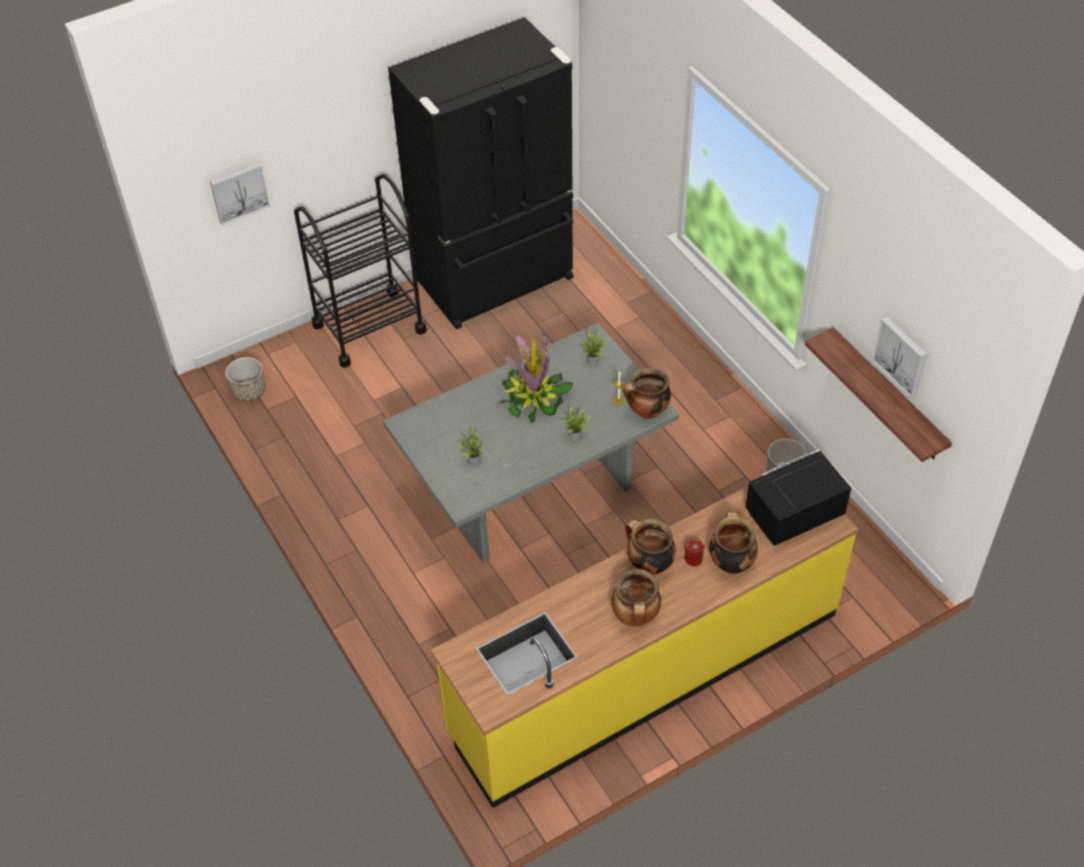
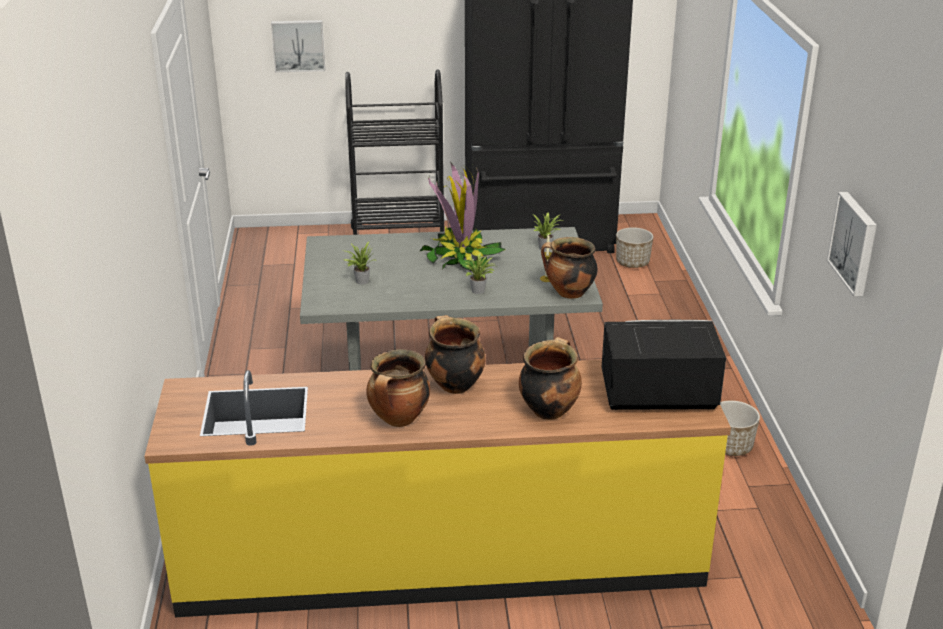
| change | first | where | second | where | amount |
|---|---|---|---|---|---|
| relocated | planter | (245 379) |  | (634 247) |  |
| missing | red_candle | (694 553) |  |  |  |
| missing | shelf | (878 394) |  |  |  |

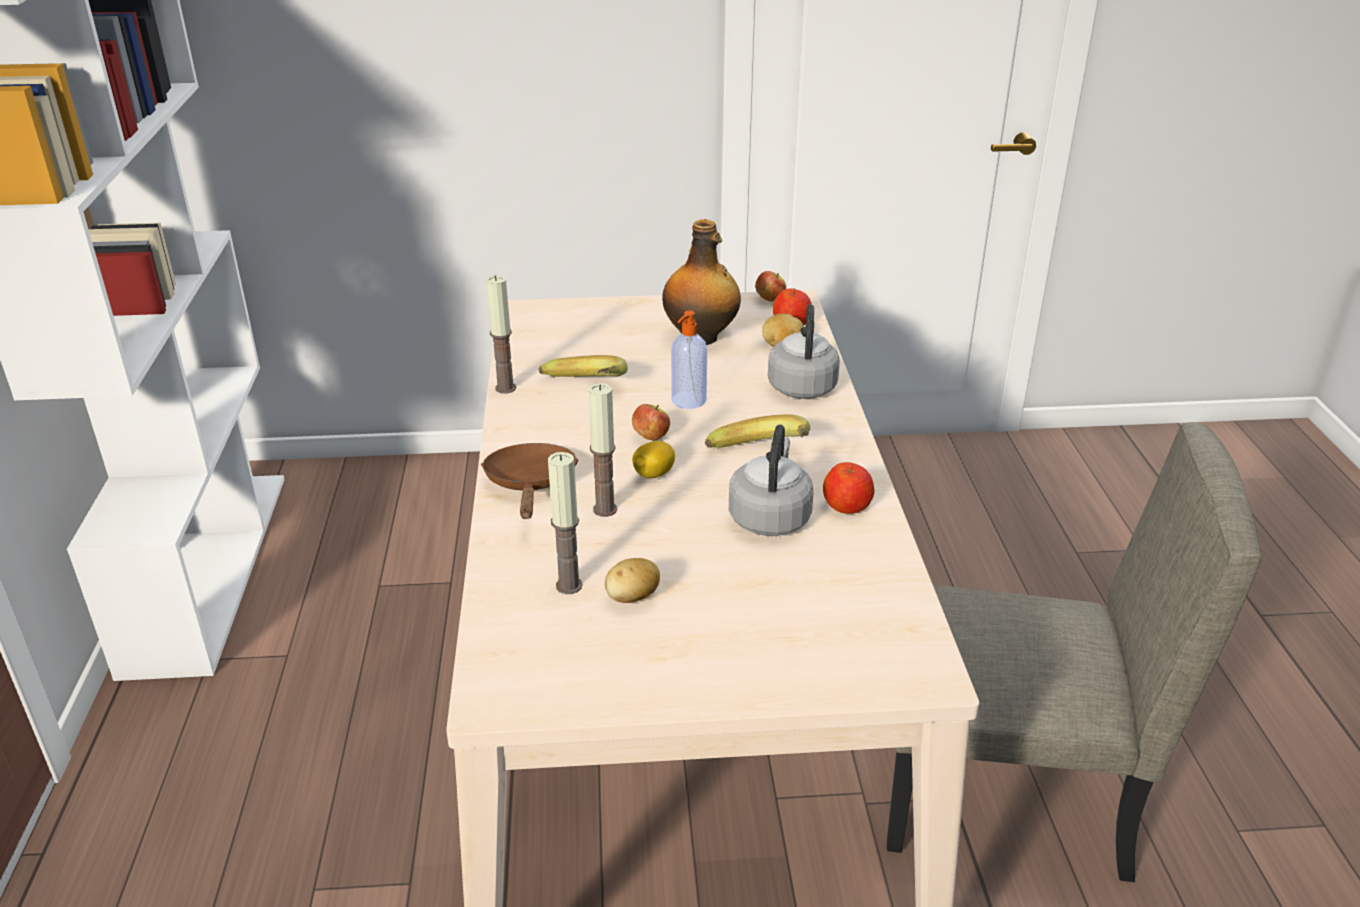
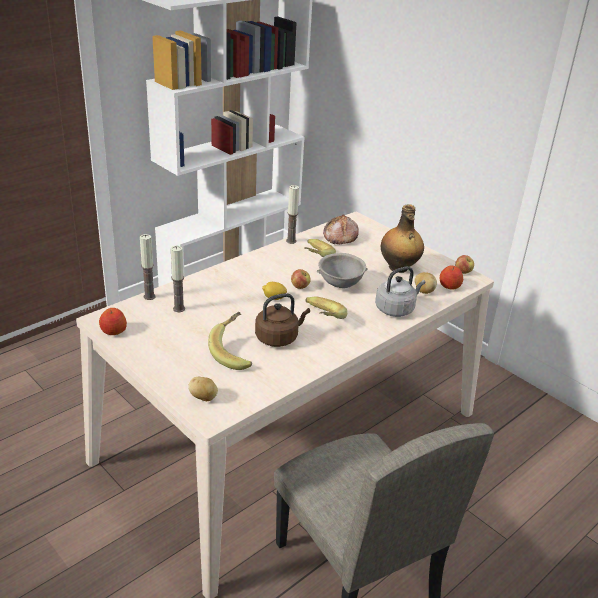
| change | first | where | second | where | amount |
|---|---|---|---|---|---|
| missing | brown_frying_pan | (530 481) |  |  |  |
| relocated | candle | (602 450) |  | (148 267) |  |
| relocated | potato | (632 580) |  | (203 389) |  |
| exchanged | soap_dispenser | (689 359) | grey_bowl | (342 270) |  |
| colour | grey_kettle | (771 480) | brown_kettle | (282 320) |  |
| relocated | apple | (848 488) |  | (113 321) |  |
| appeared |  |  | banana | (230 341) |  |
| appeared |  |  | bread | (341 229) |  |

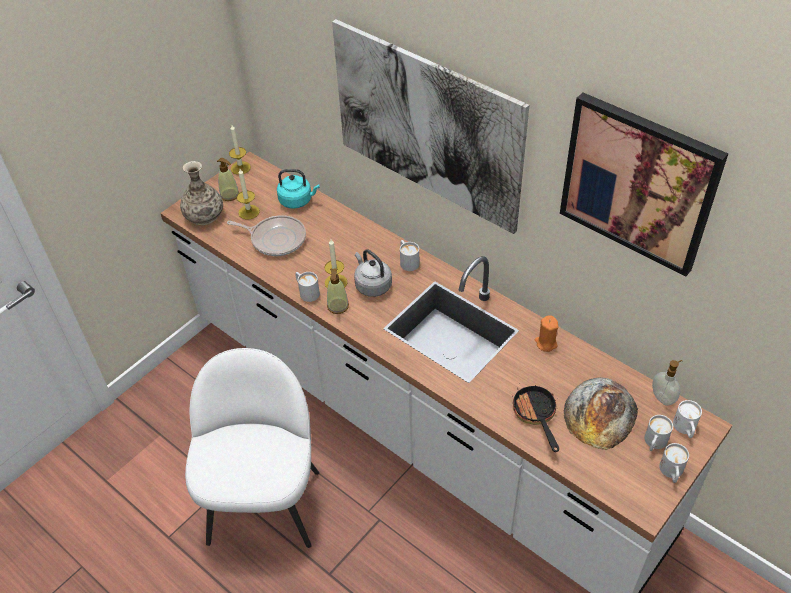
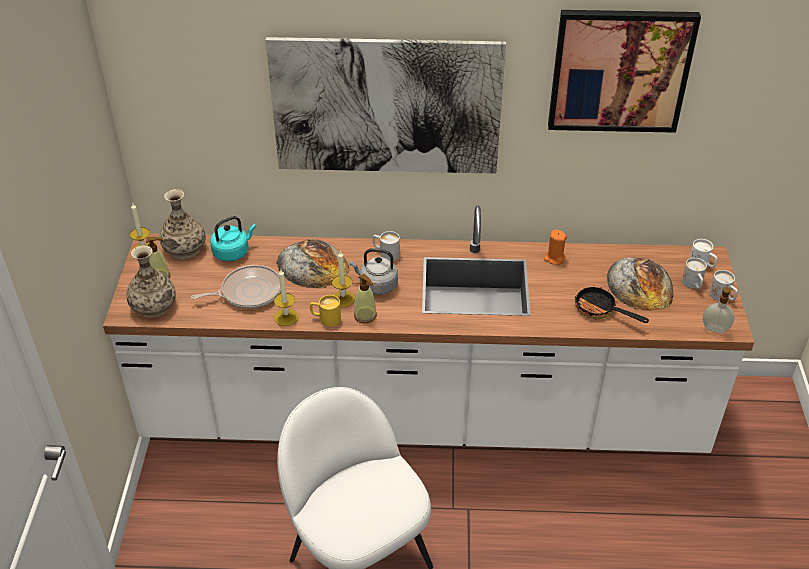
| change | first | where | second | where | amount |
|---|---|---|---|---|---|
| relocated | candle | (248 194) |  | (286 297) |  |
| colour | white_mug | (307 287) | yellow_mug | (325 311) |  |
| relocated | soap_dispenser | (667 383) |  | (718 309) |  |
| appeared |  |  | vase | (183 224) |  |
| appeared |  |  | bread | (312 263) |  |

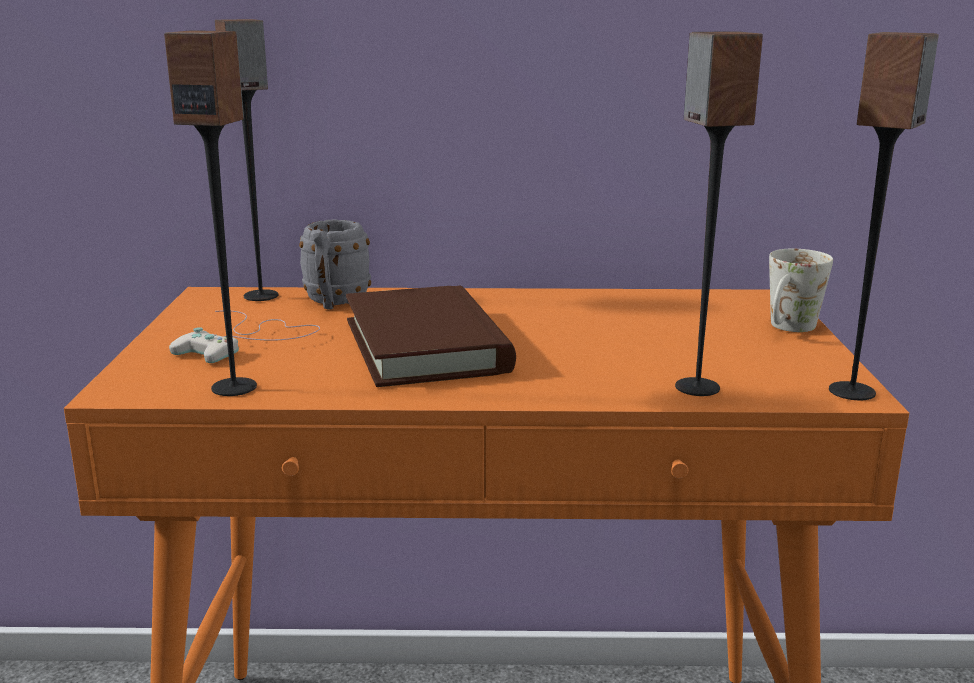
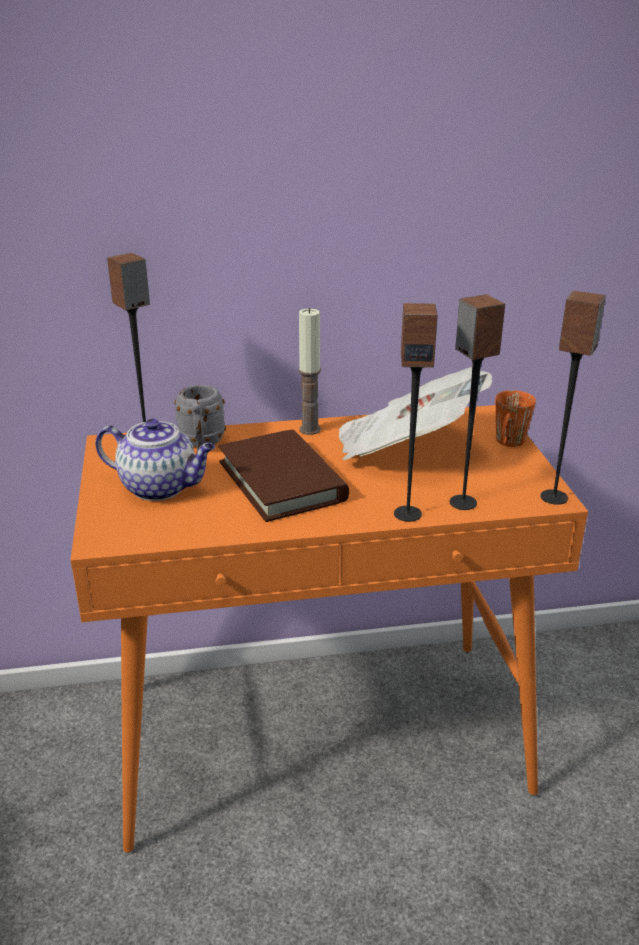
| change | first | where | second | where | amount |
|---|---|---|---|---|---|
| relocated | speaker | (210 213) |  | (416 412) |  |
| exchanged | white_game_controller | (244 337) | teapot | (155 460) |  |
| colour | white_mug | (801 290) | orange_mug | (515 418) |  |
| appeared |  |  | candle | (309 371) |  |
| appeared |  |  | newspaper | (416 413) |  |

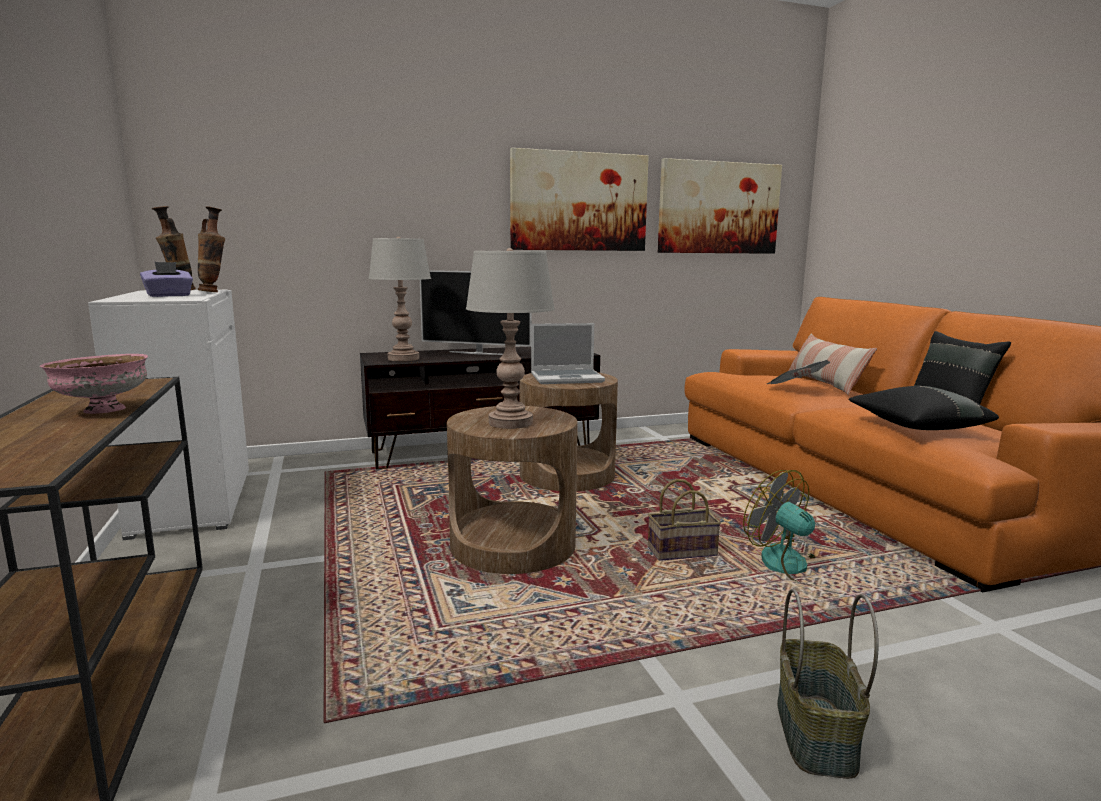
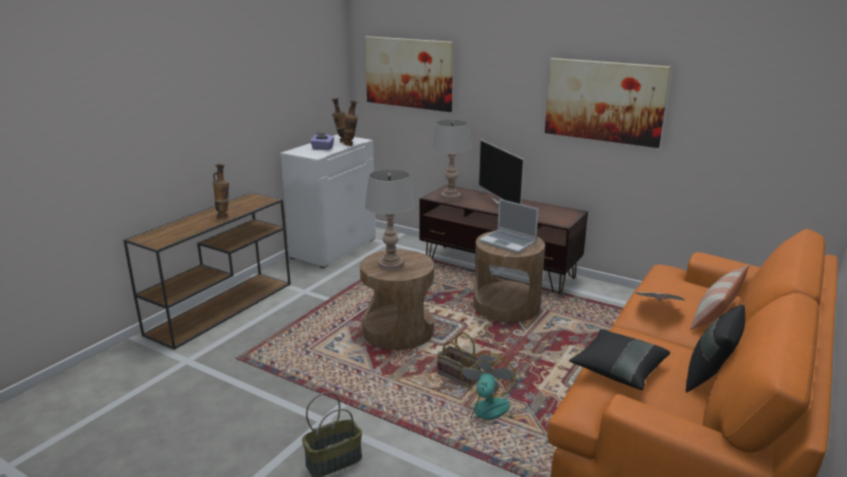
| change | first | where | second | where | amount |
|---|---|---|---|---|---|
| exchanged | pink_bowl | (94 384) | vase | (221 191) |  |
| relocated | picture | (720 206) |  | (409 74) |  |

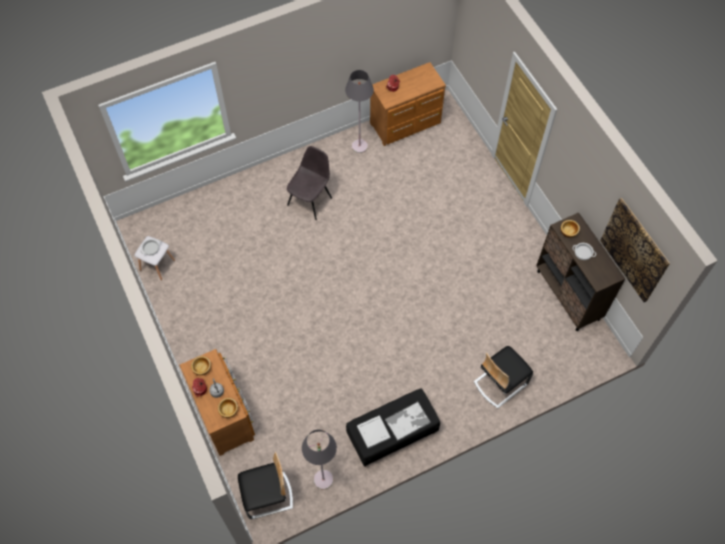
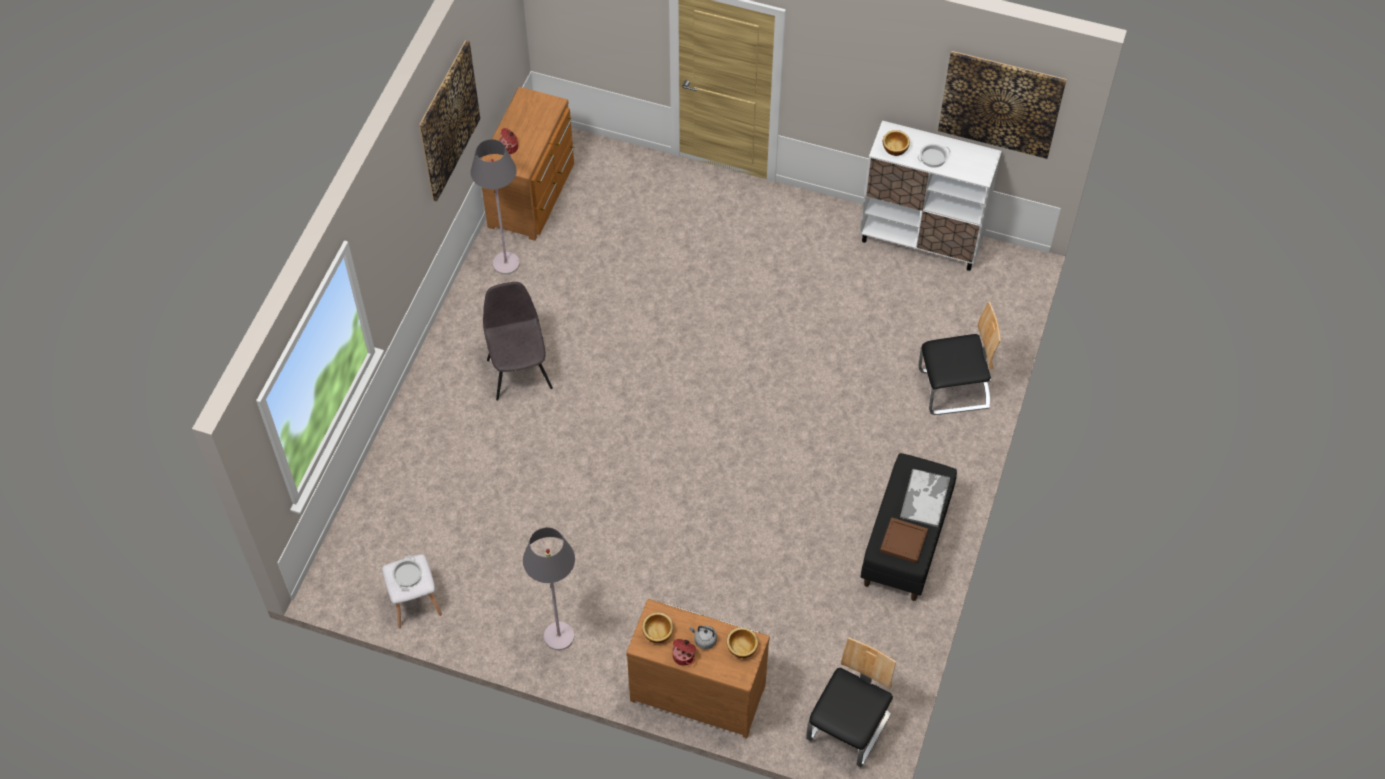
| change | first | where | second | where | amount |
|---|---|---|---|---|---|
| relocated | grey_floor_lamp | (319 459) |  | (549 588) |  |
| colour | white_tray | (374 431) | brown_tray | (904 540) |  |
| spun | chair | (503 377) |  | (960 358) | 105 degrees counterclockwise |
| colour | brown_cabinet | (580 271) | white_cabinet | (931 195) |  |
| appeared |  |  | picture | (449 120) |  |

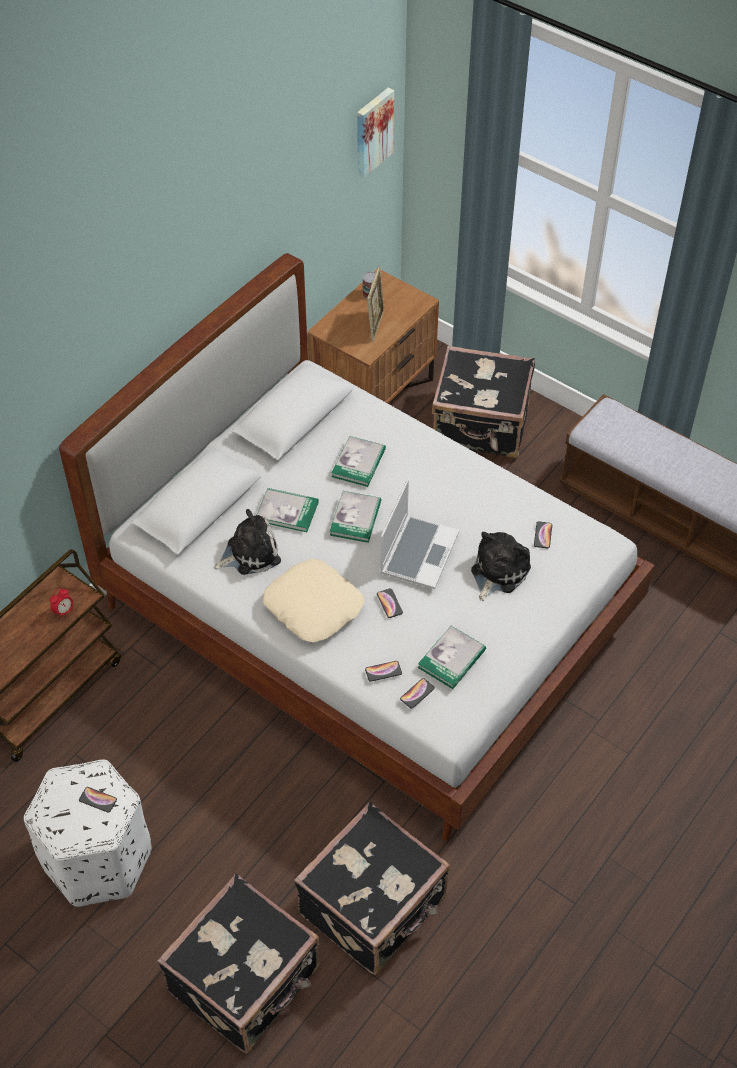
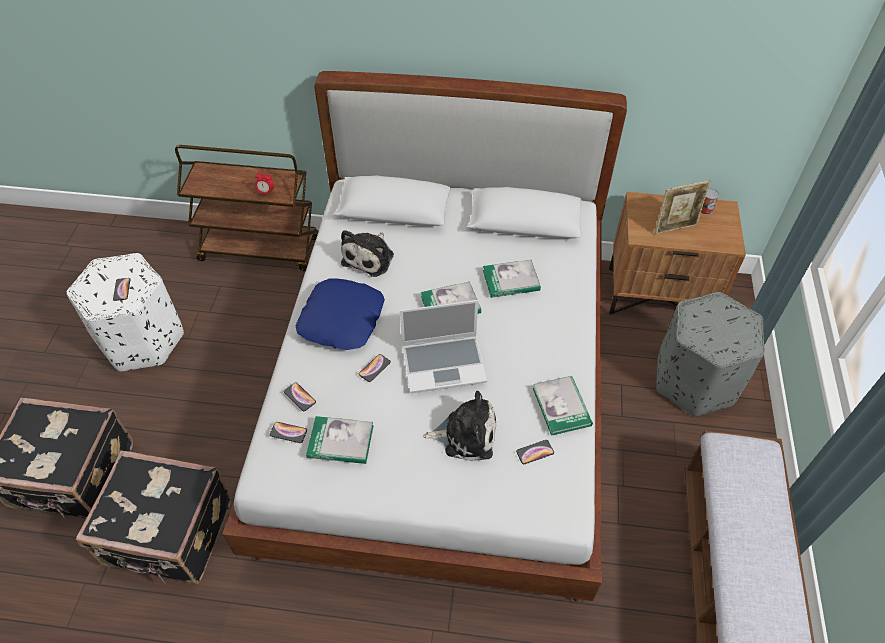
| change | first | where | second | where | amount |
|---|---|---|---|---|---|
| spun | plush_toy | (247 542) |  | (367 253) | 75 degrees clockwise |
| relocated | book | (288 510) |  | (563 406) |  |
| colour | beige_pillow | (313 601) | blue_pillow | (340 314) |  |
| missing | picture | (375 133) |  |  |  |
| exchanged | black_suitcase | (483 402) | grey_ottoman | (710 354) |  |

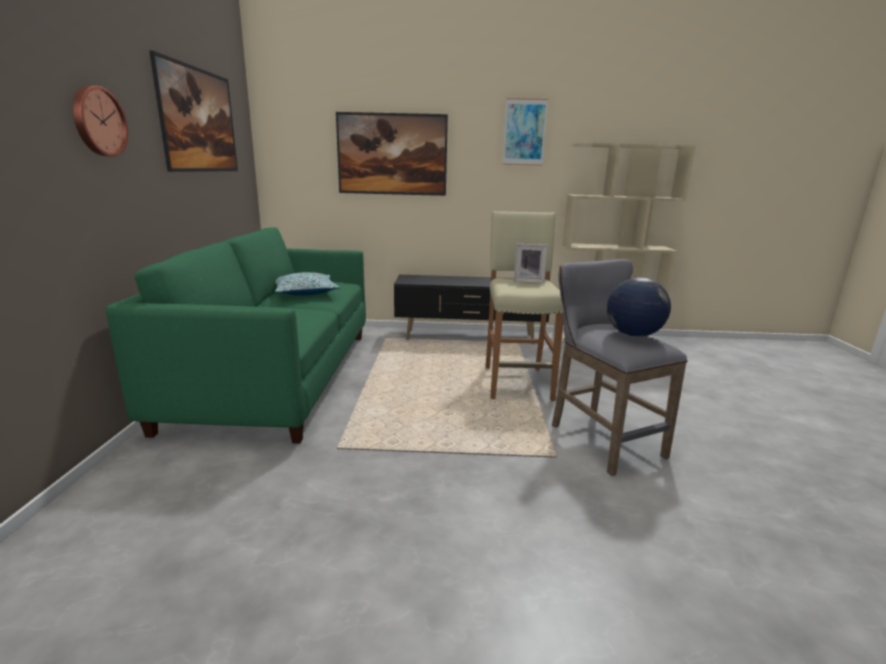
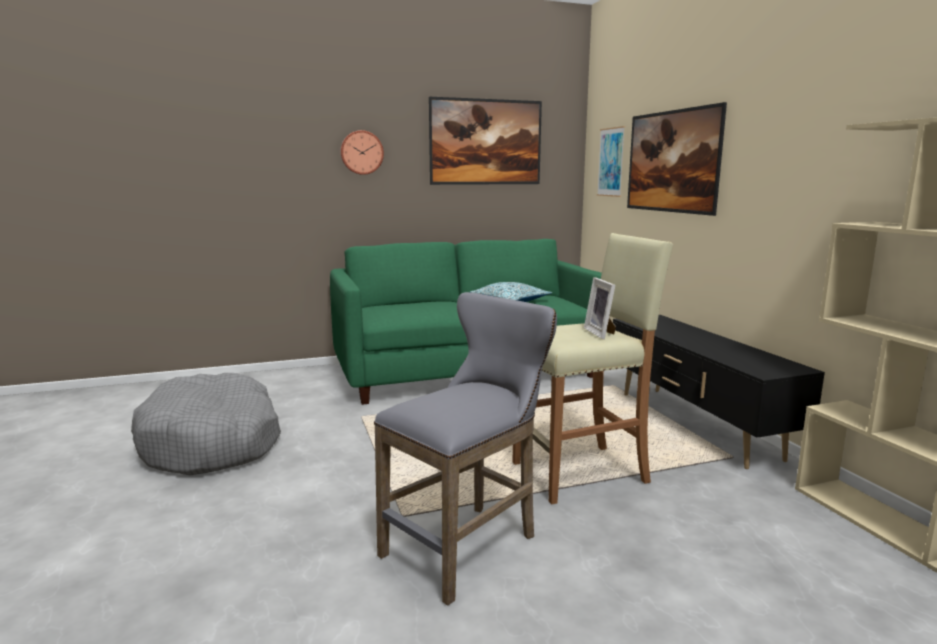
| change | first | where | second | where | amount |
|---|---|---|---|---|---|
| relocated | picture | (525 132) |  | (611 161) |  |
| missing | globe | (639 307) |  |  |  |
| appeared |  |  | grey_dog_bed | (206 424) |  |

